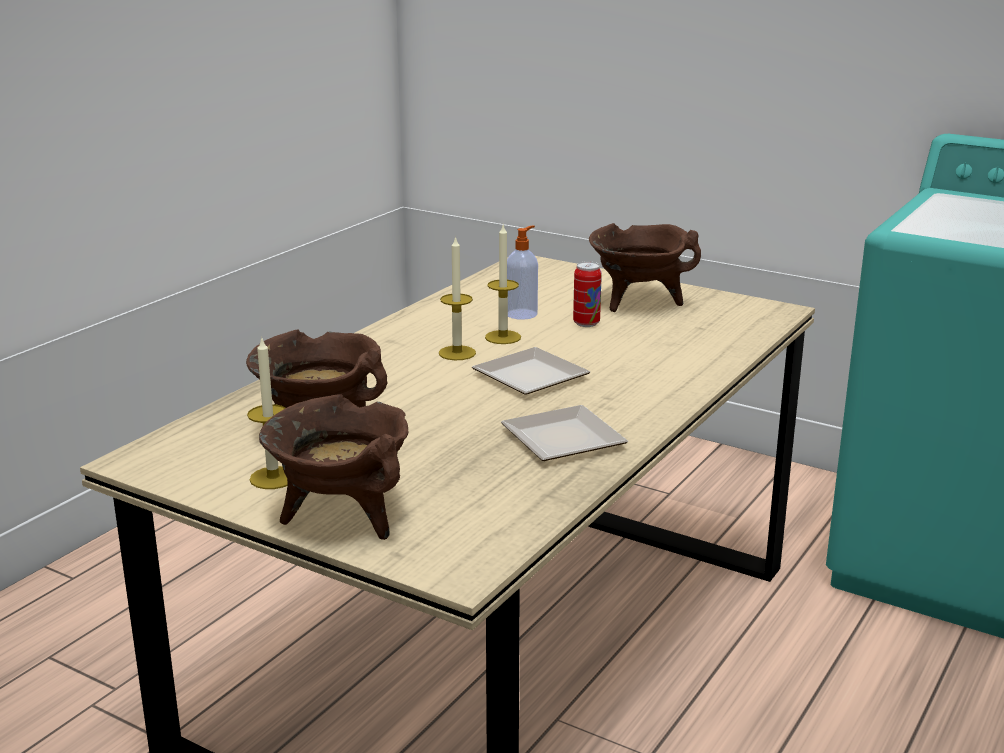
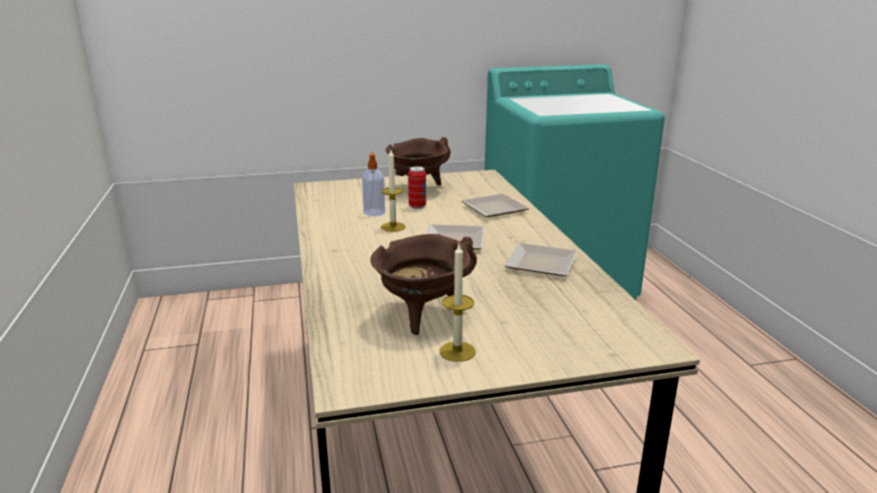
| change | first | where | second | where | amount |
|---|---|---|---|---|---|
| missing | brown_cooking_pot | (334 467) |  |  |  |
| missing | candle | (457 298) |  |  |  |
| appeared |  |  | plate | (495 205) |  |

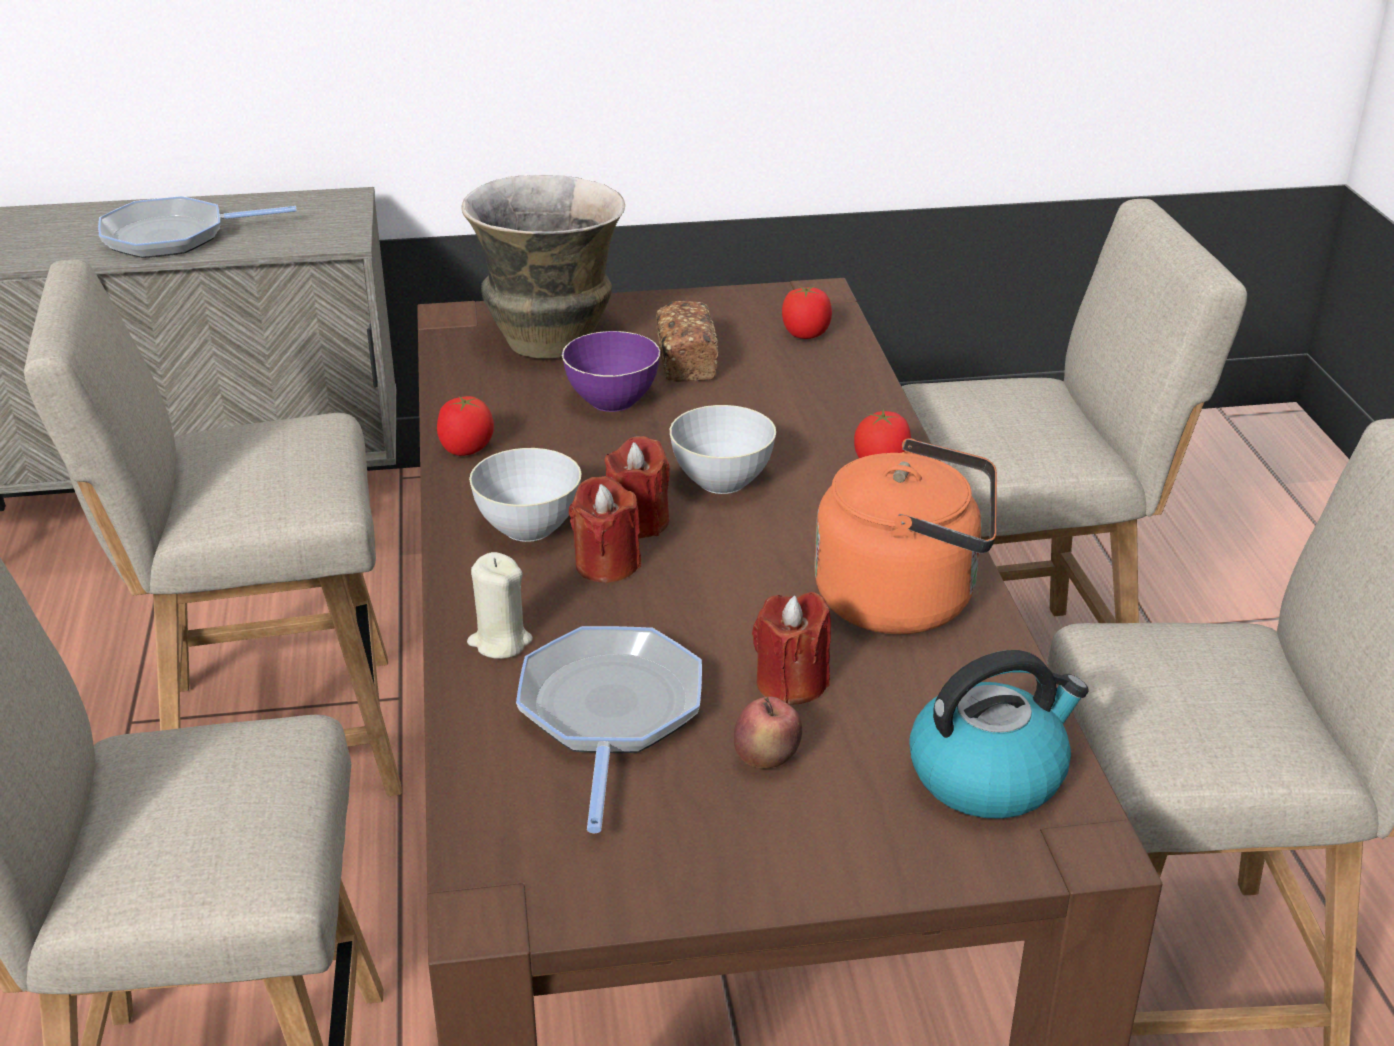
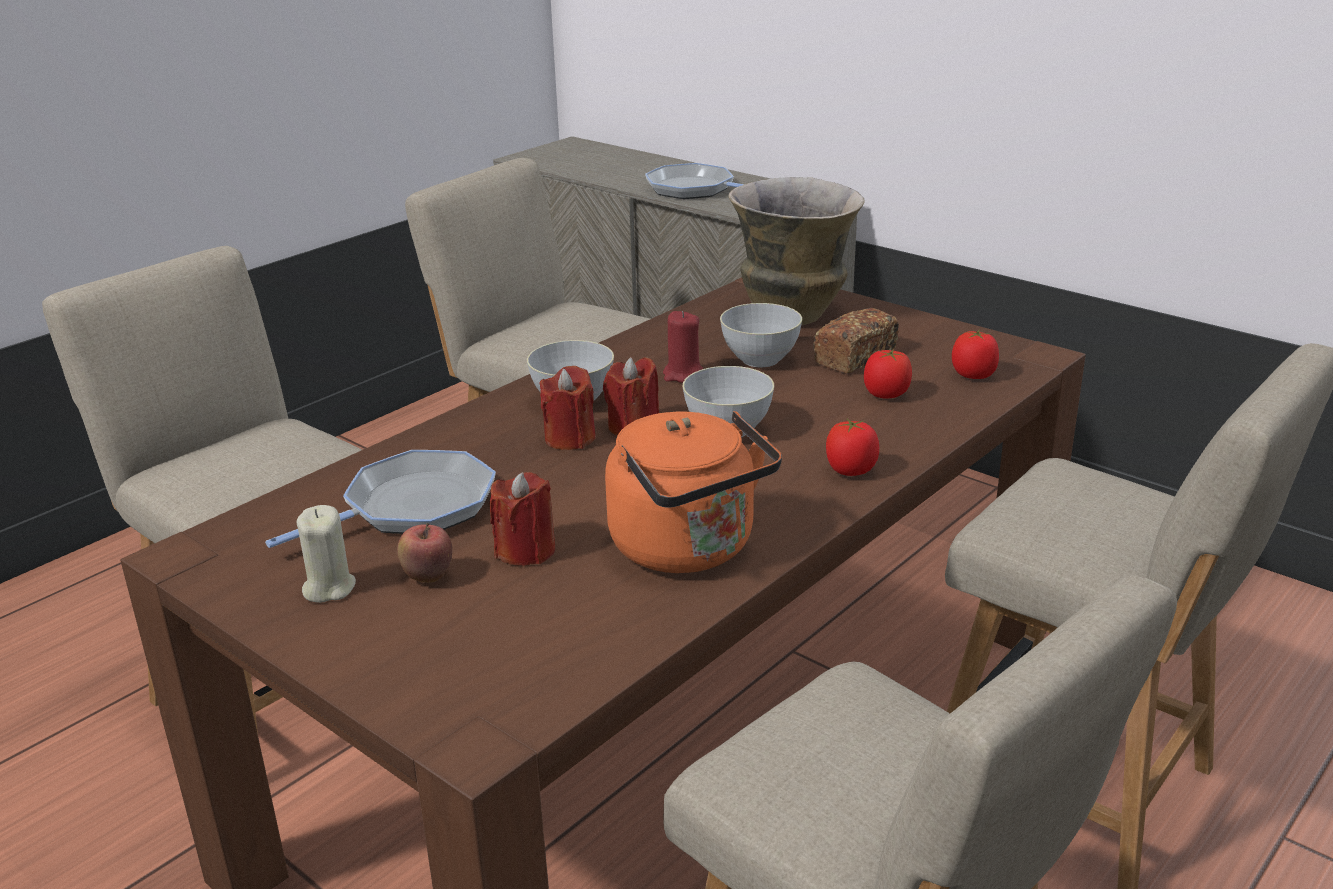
| change | first | where | second | where | amount |
|---|---|---|---|---|---|
| relocated | tomato | (465 426) |  | (888 374) |  |
| relocated | beige_candle | (500 605) |  | (326 554) |  |
| colour | purple_bowl | (611 371) | grey_bowl | (761 335) |  |
| missing | kettle | (999 734) |  |  |  |
| appeared |  |  | red_candle | (683 347) |  |

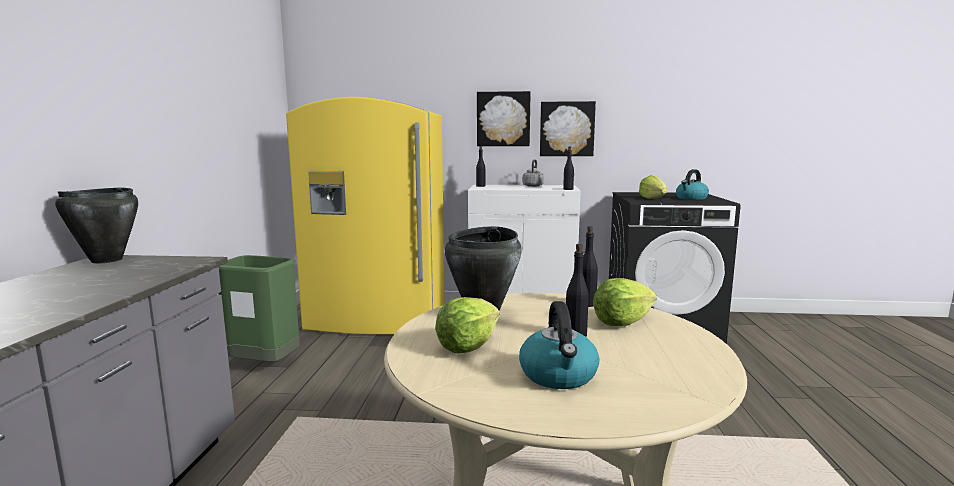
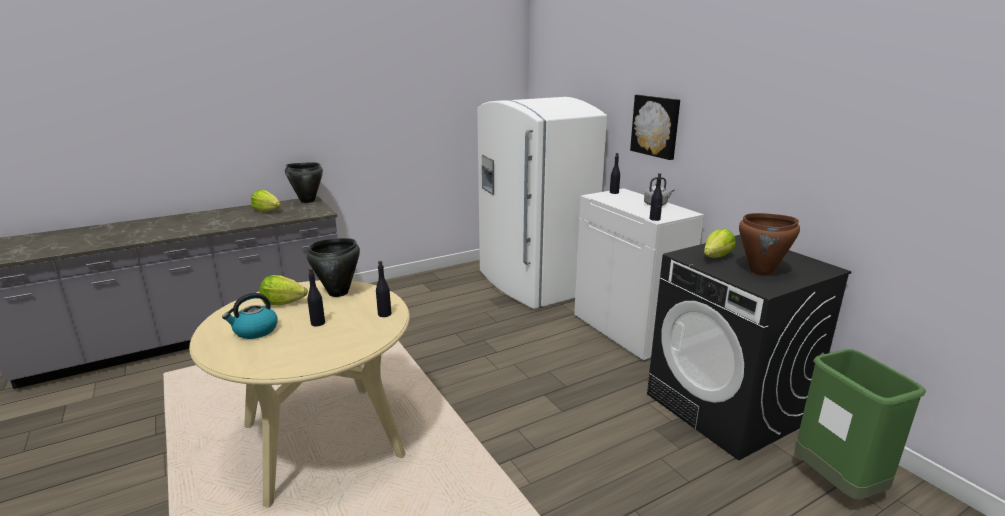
| change | first | where | second | where | amount |
|---|---|---|---|---|---|
| relocated | green_trash_can | (259 308) |  | (860 424) |  |
| colour | yellow_fridge | (365 215) | white_fridge | (542 203) |  |
| missing | picture | (568 128) |  |  |  |
| relocated | lettuce | (625 302) |  | (266 201) |  |
| exchanged | kettle | (692 184) | brown_cooking_pot | (769 244) |  |

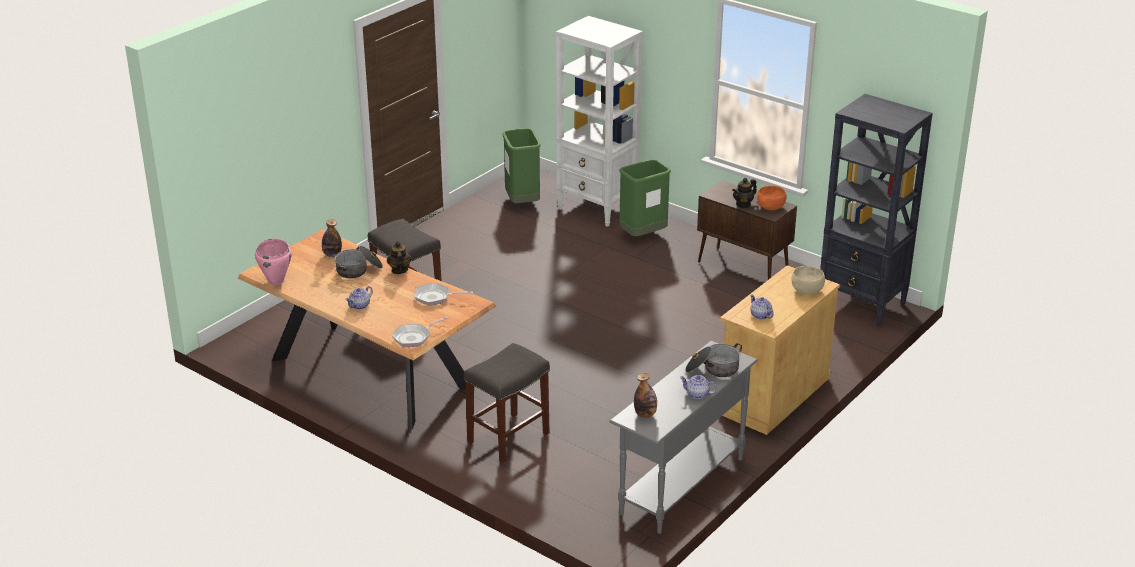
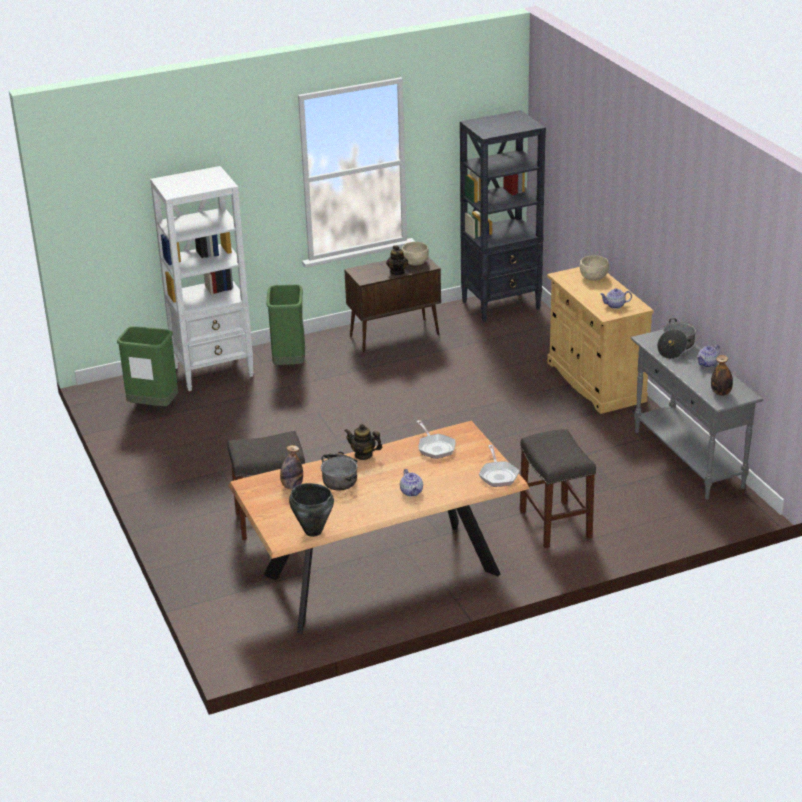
| change | first | where | second | where | amount |
|---|---|---|---|---|---|
| colour | pink_cooking_pot | (273 261) | black_cooking_pot | (311 510) |  |
| spun | frying_pan | (443 294) |  | (436 439) | 60 degrees counterclockwise |
| colour | orange_bowl | (772 198) | beige_bowl | (415 253) |  |

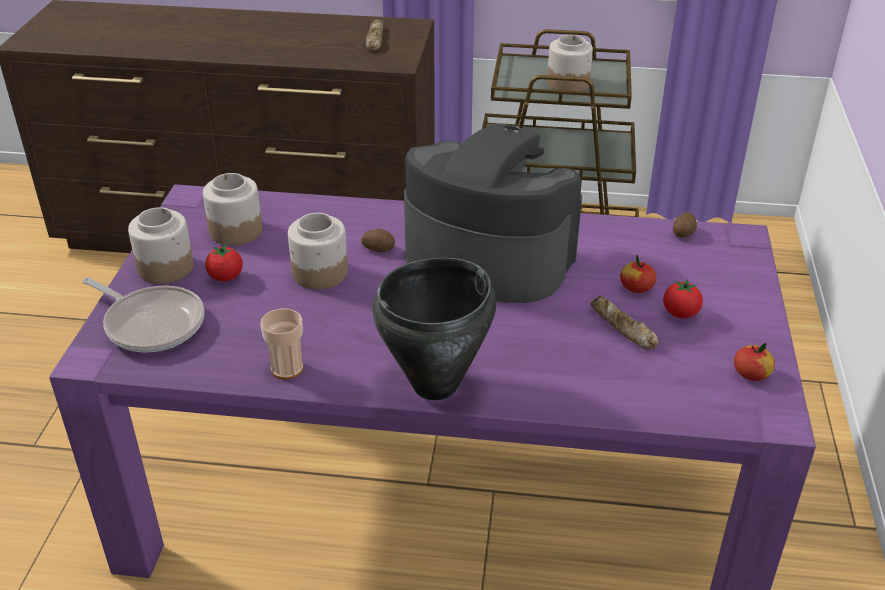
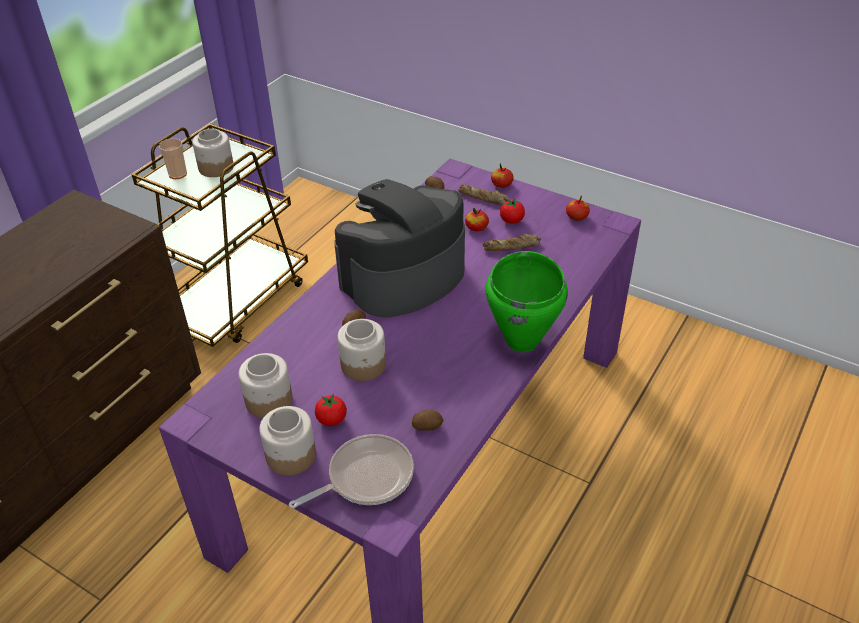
| change | first | where | second | where | amount |
|---|---|---|---|---|---|
| relocated | cup | (281 344) |  | (173 158) |  |
| relocated | bread | (375 35) |  | (483 194) |  |
| colour | black_cooking_pot | (434 329) | green_cooking_pot | (527 301) |  |
| appeared |  |  | potato | (427 420) |  |
| appeared |  |  | apple | (502 176) |  |

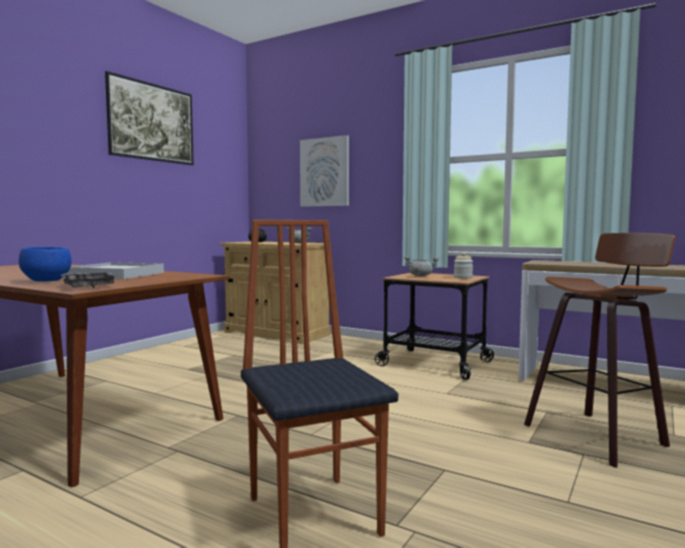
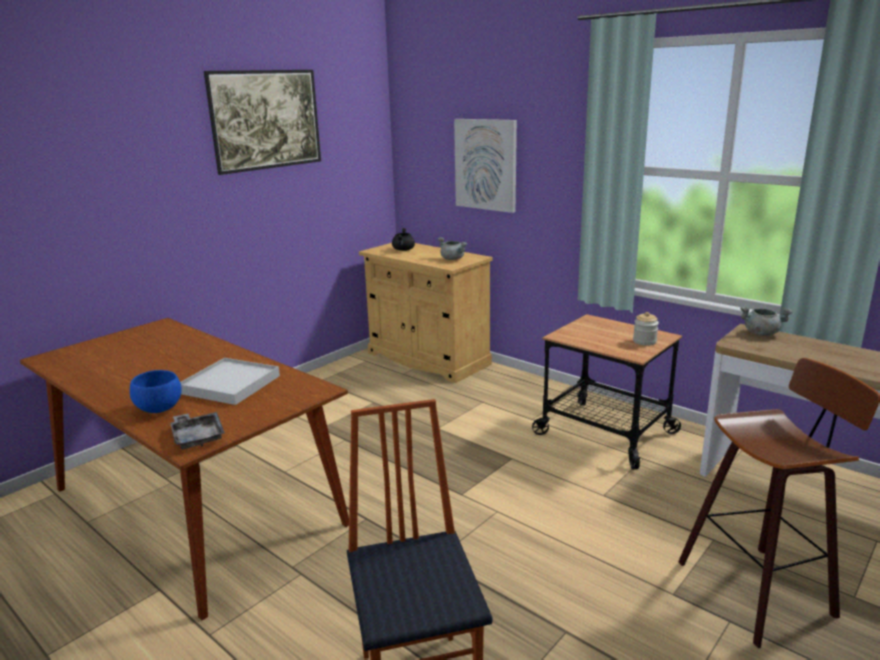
| change | first | where | second | where | amount |
|---|---|---|---|---|---|
| relocated | grey_cooking_pot | (421 266) |  | (766 321) |  |

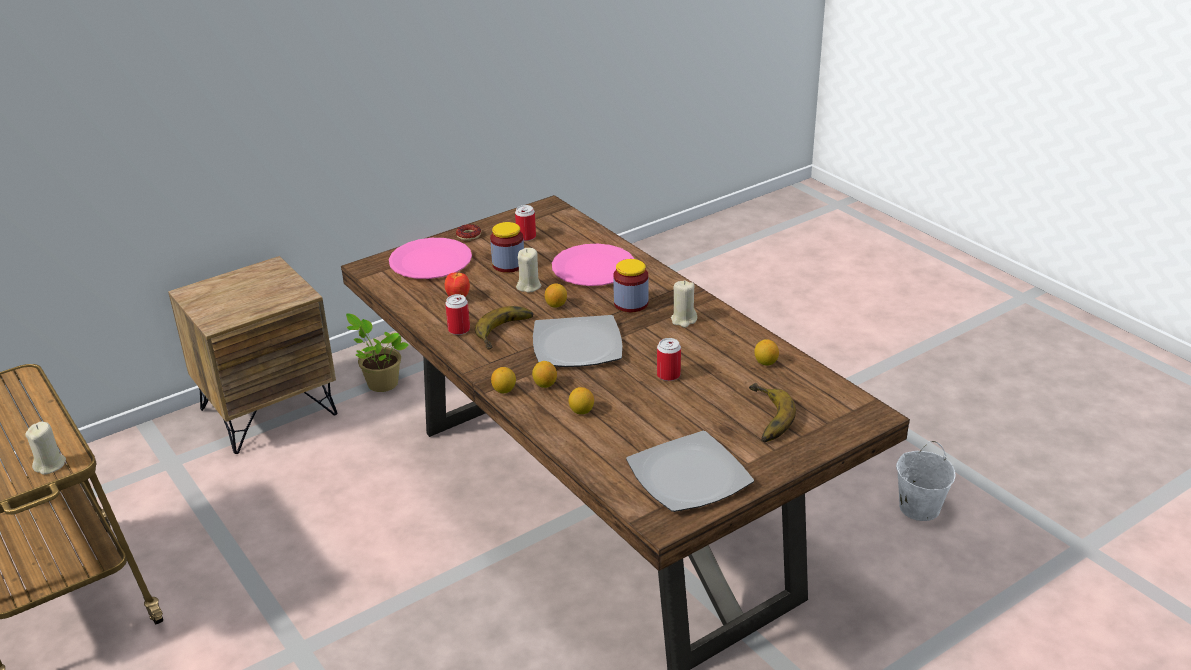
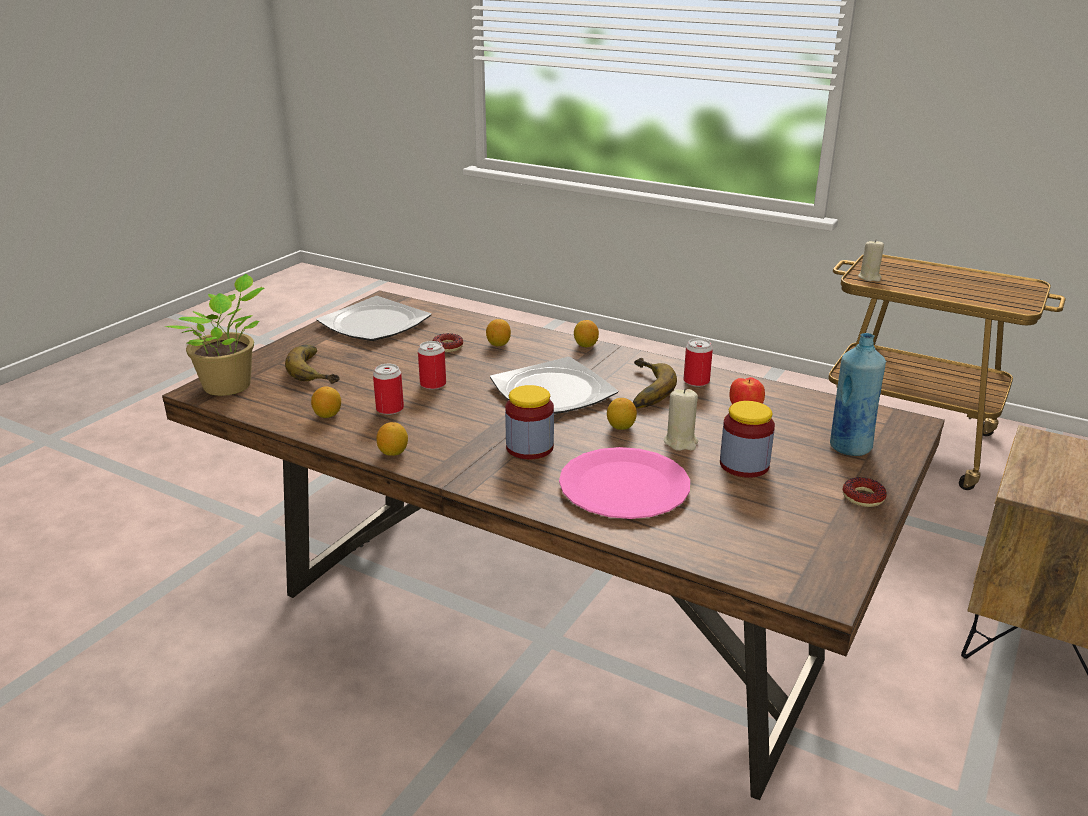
| change | first | where | second | where | amount |
|---|---|---|---|---|---|
| relocated | potted_plant | (377 352) |  | (214 335) |  |
| exchanged | pink_plate | (430 258) | blue_bottle | (858 394) |  |
| relocated | can | (525 223) |  | (388 389) |  |
| relocated | lemon | (544 374) |  | (392 439) |  |
| missing | beige_candle | (684 304) |  |  |  |
| missing | white_bucket | (925 481) |  |  |  |
| appeared |  |  | donut | (447 342) |  |

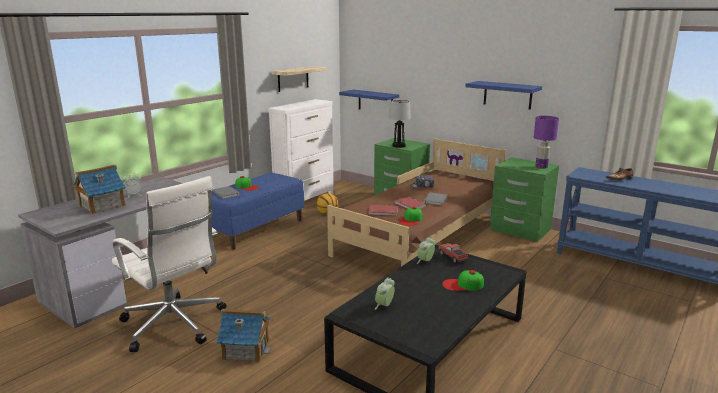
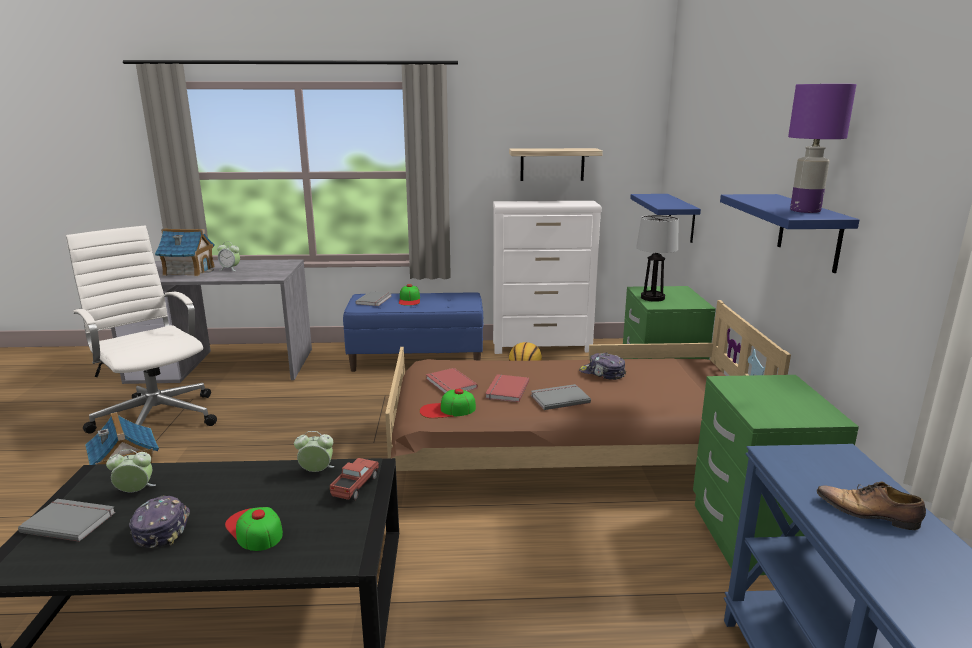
| change | first | where | second | where | amount |
|---|---|---|---|---|---|
| spun | white_office_chair | (169 264) |  | (141 330) | 135 degrees clockwise |
| relocated | purple_table_lamp | (546 142) |  | (822 148) |  |
| appeared |  |  | grey_book | (67 520) |  |
| appeared |  |  | cap | (159 521) |  |

